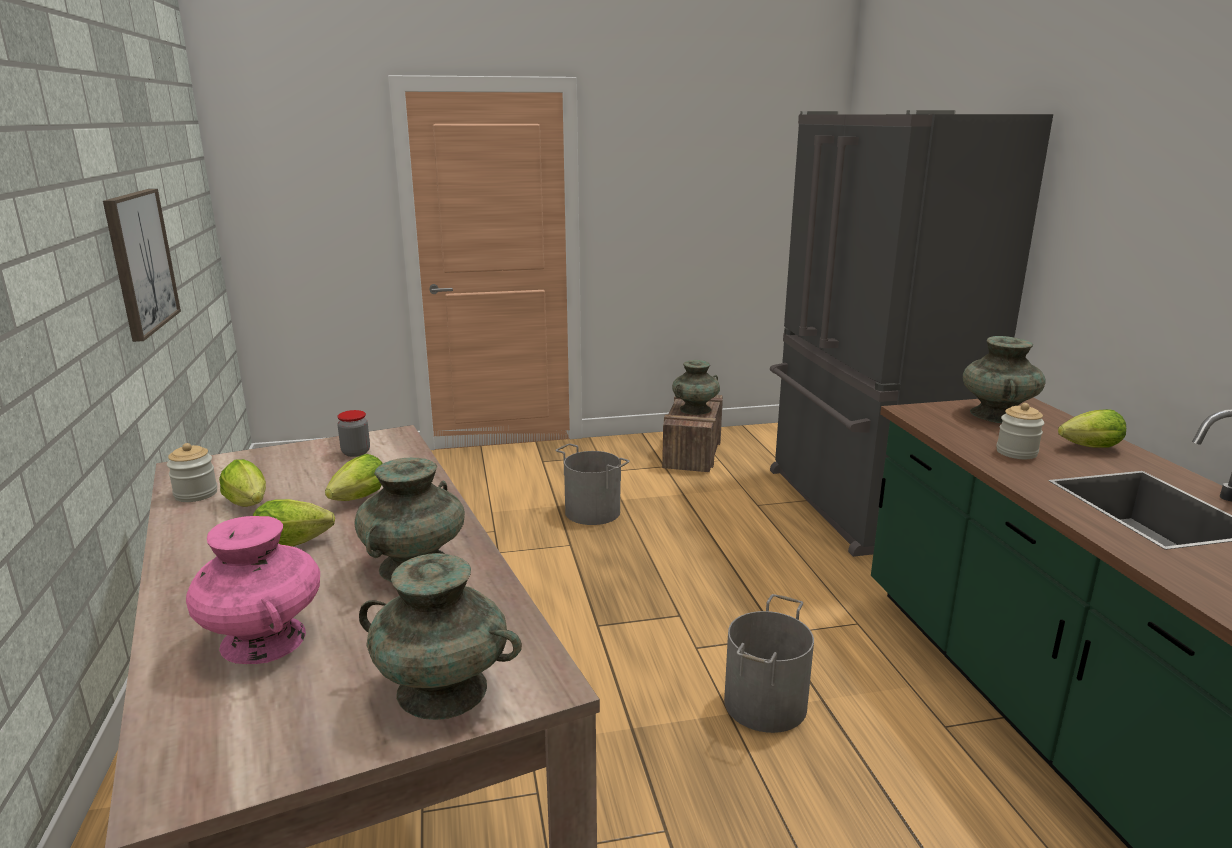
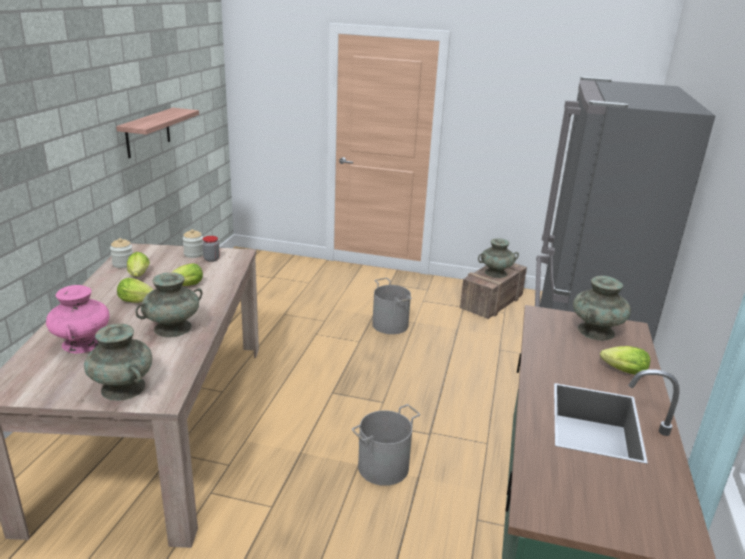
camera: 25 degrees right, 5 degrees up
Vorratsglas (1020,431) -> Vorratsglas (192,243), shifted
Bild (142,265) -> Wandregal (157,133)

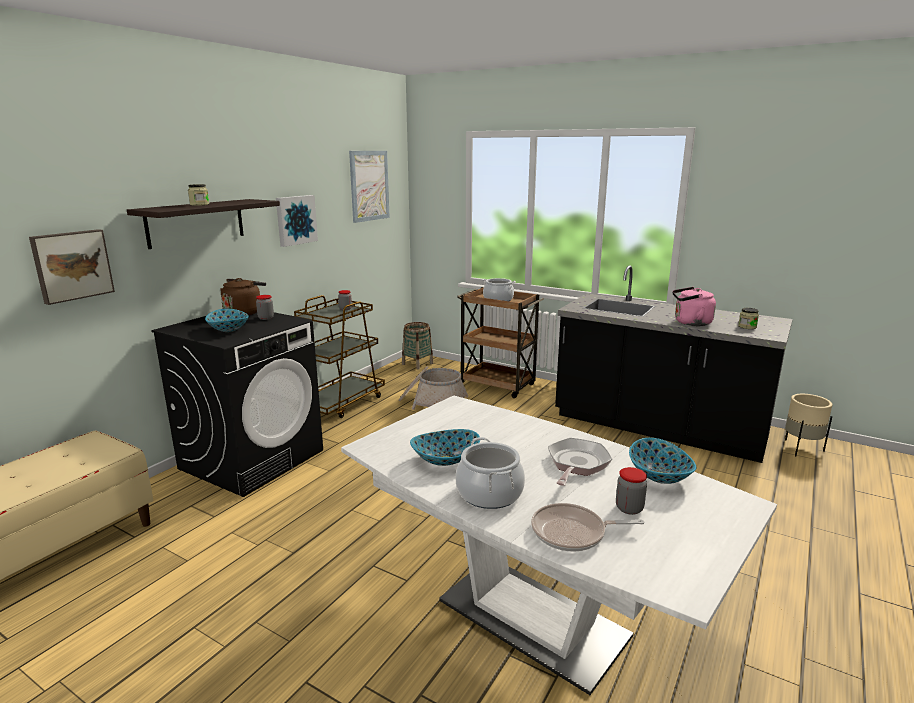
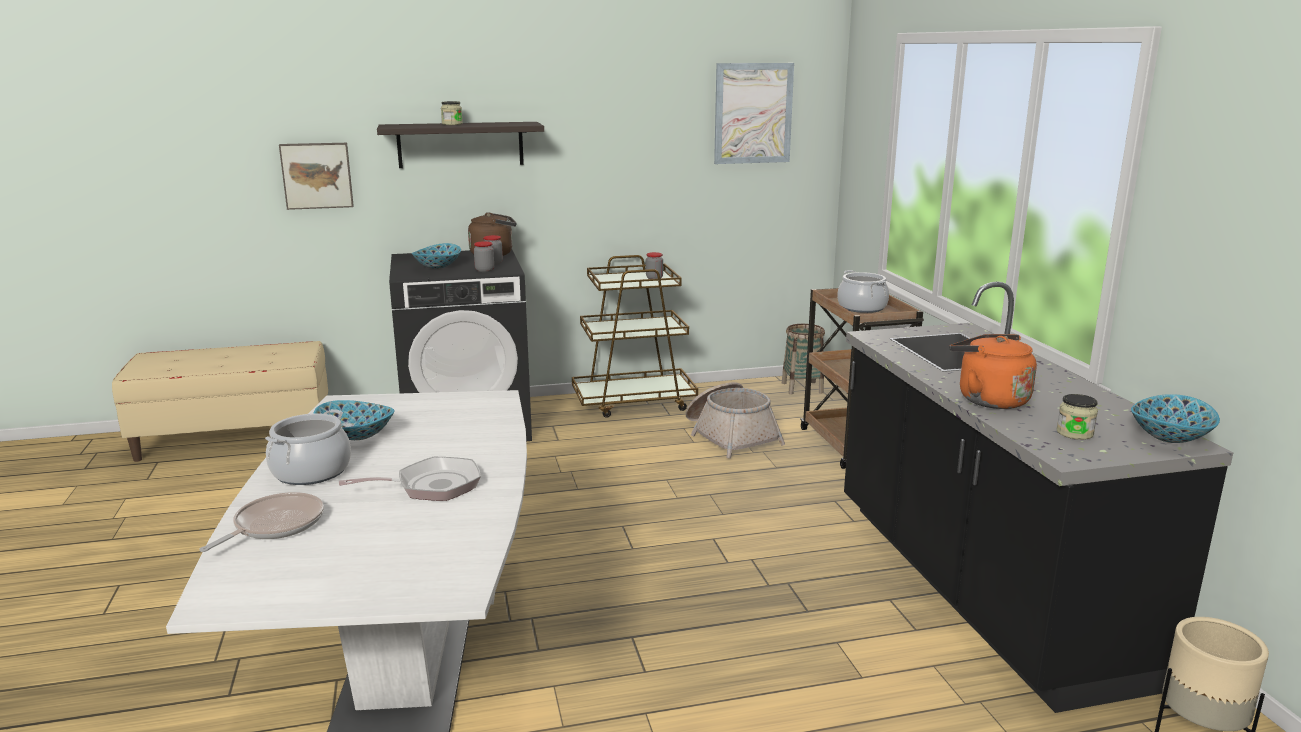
camera: 45 degrees right, 0 degrees up
Bild (297,221) -> none
Vorratsglas (631,491) -> Vorratsglas (484,256), shifted
Schüssel (662,461) -> Schüssel (1175,418), shifted
Wasserkessel (rosa) (694,306) -> Wasserkessel (orange) (993,371)
Pfanne (587,527) -> Pfanne (261,522), 75 degrees clockwise

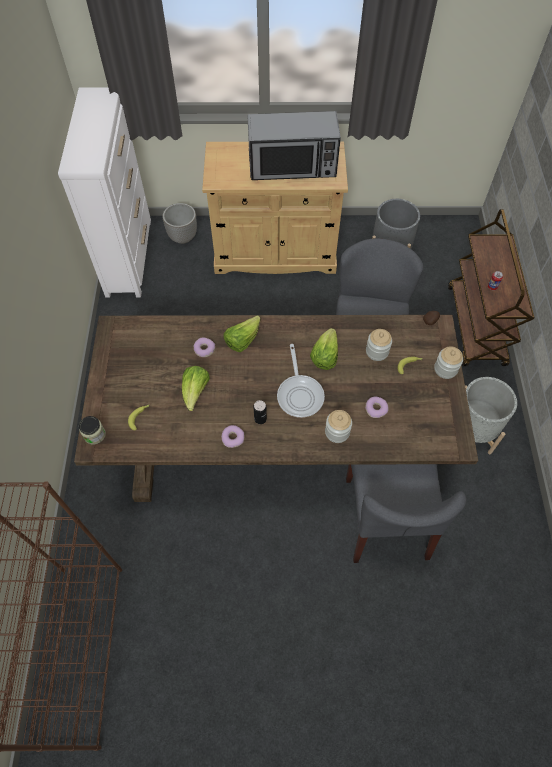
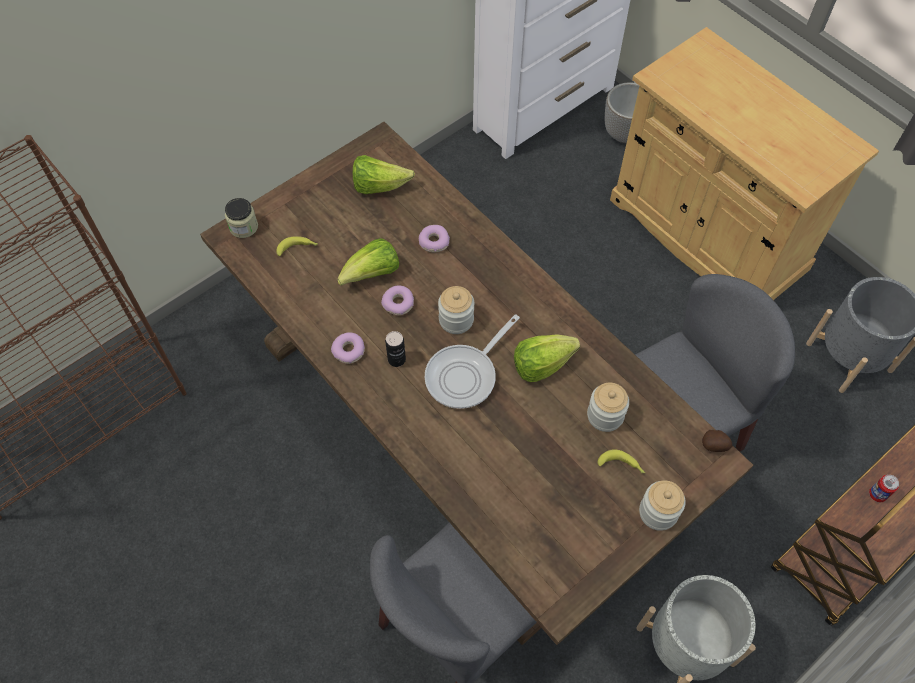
camera: 50 degrees right, 0 degrees up
Mikrowelle (294,145) -> none
Salatkopf (242,333) -> Salatkopf (384,174), shifted
Vorratsglas (338,426) -> Vorratsglas (456,310), shifted
Donut (377,407) -> Donut (397,300), shifted

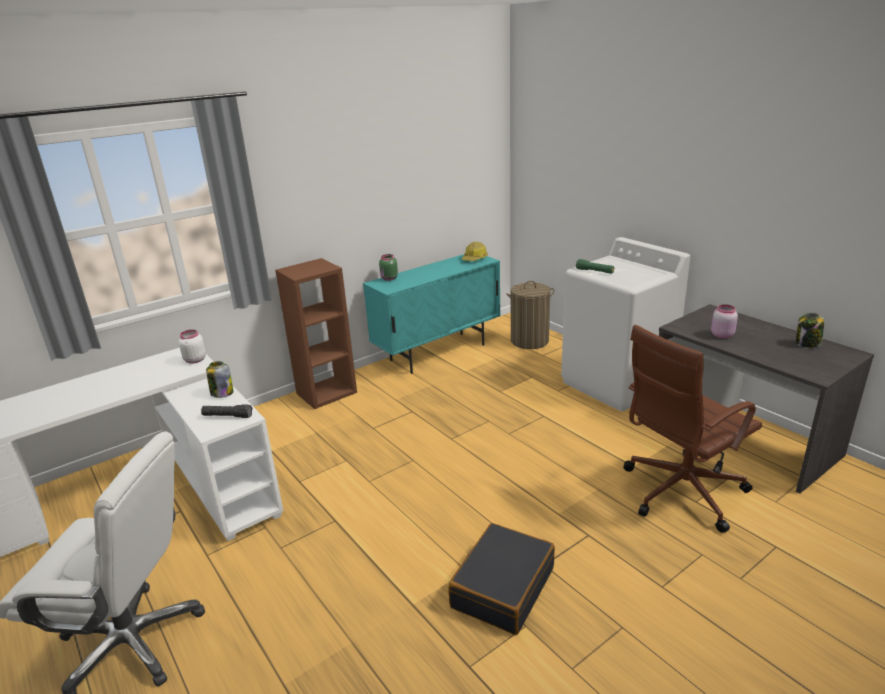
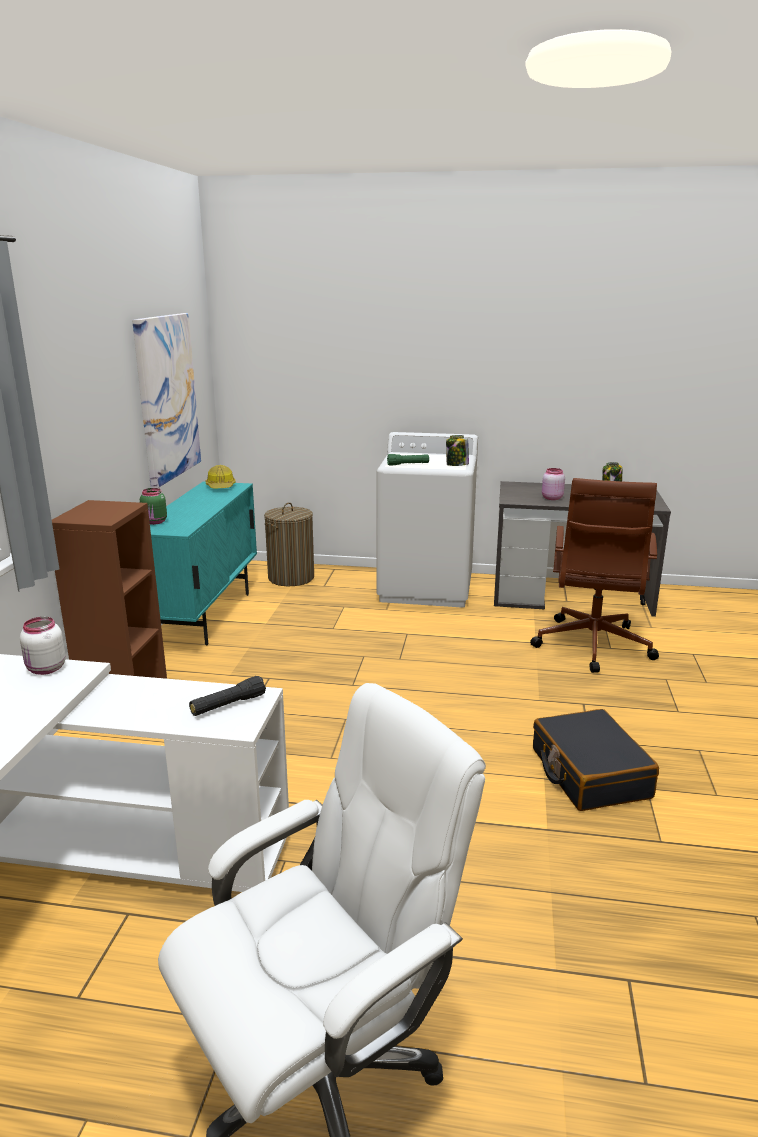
camera: 45 degrees left, 5 degrees down
none -> Bild (166,400)
Vorratsglas (219,379) -> Vorratsglas (457,450), shifted

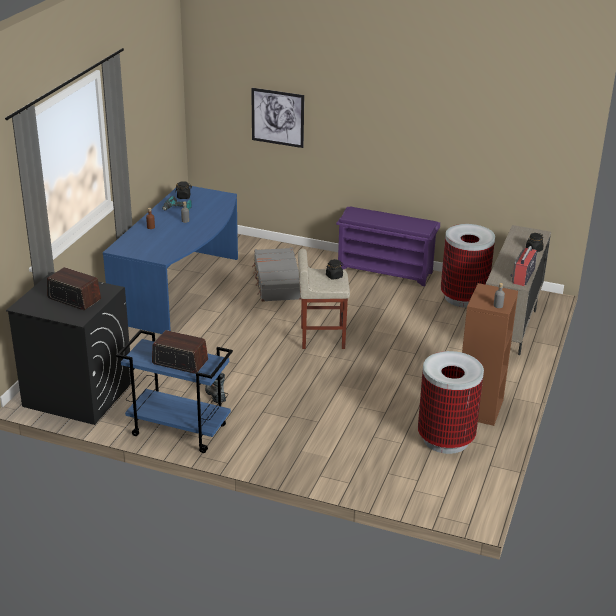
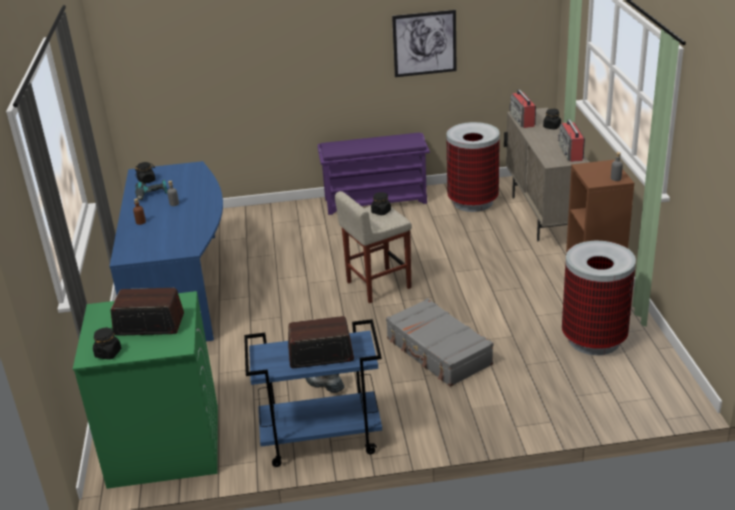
camera: 25 degrees left, 0 degrees up
none -> Vorratsglas (schwarz) (107,343)
none -> Radio (522,109)
Bild (277,118) -> Bild (424,43), shifted
Koffer (grau) (276,275) -> Koffer (grau) (440,342), shifted
Waschmaschine (schwarz) (68,348) -> Waschmaschine (grün) (145,390)

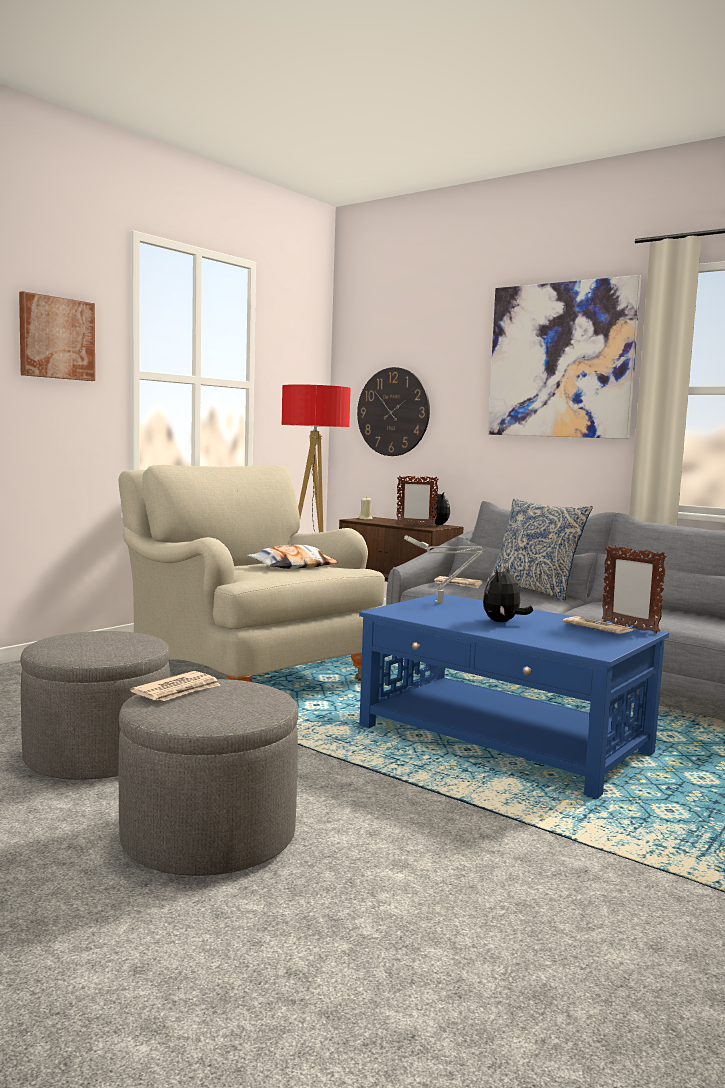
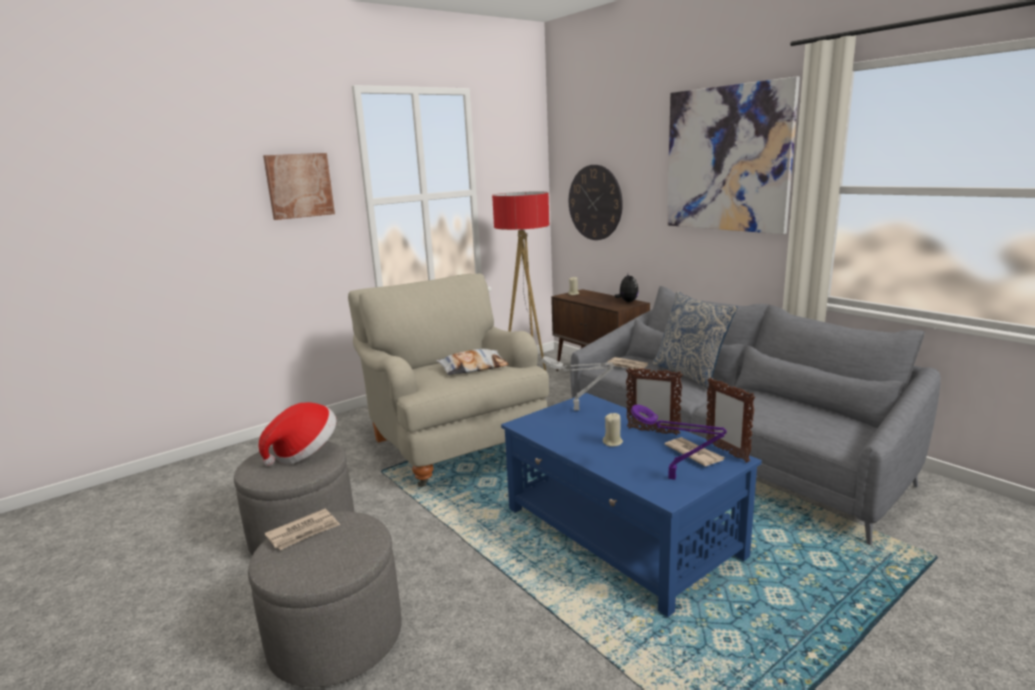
camera: 15 degrees right, 10 degrees up
none -> Hut (298,434)
none -> Tischlampe (lila) (679,442)
Bilderrahmen (417,501) -> Bilderrahmen (654,401), shifted
Plüschtier (508,594) -> Kerze (beige) (613,429)

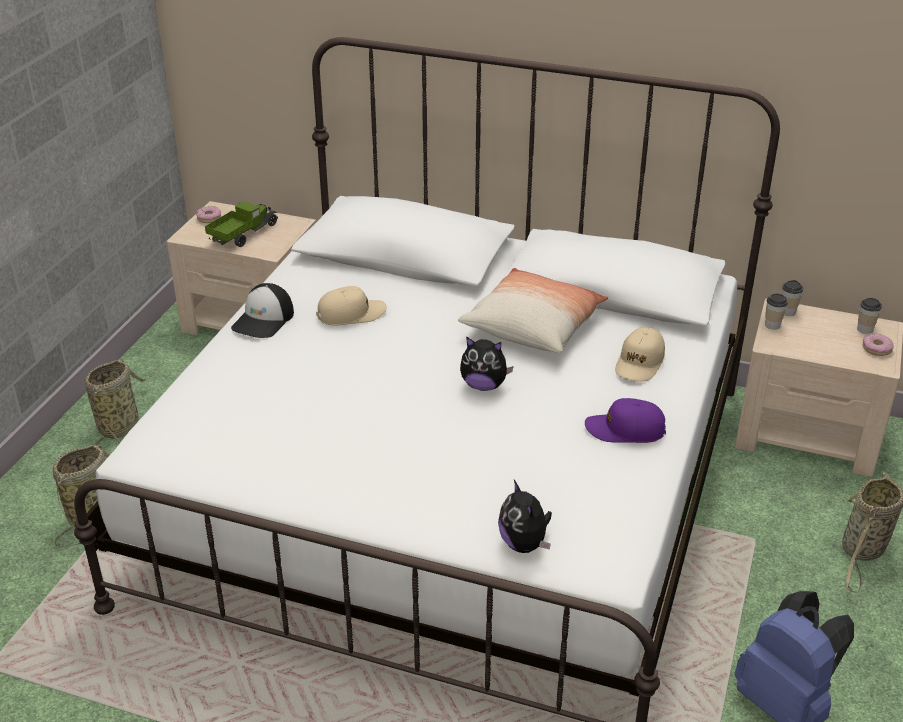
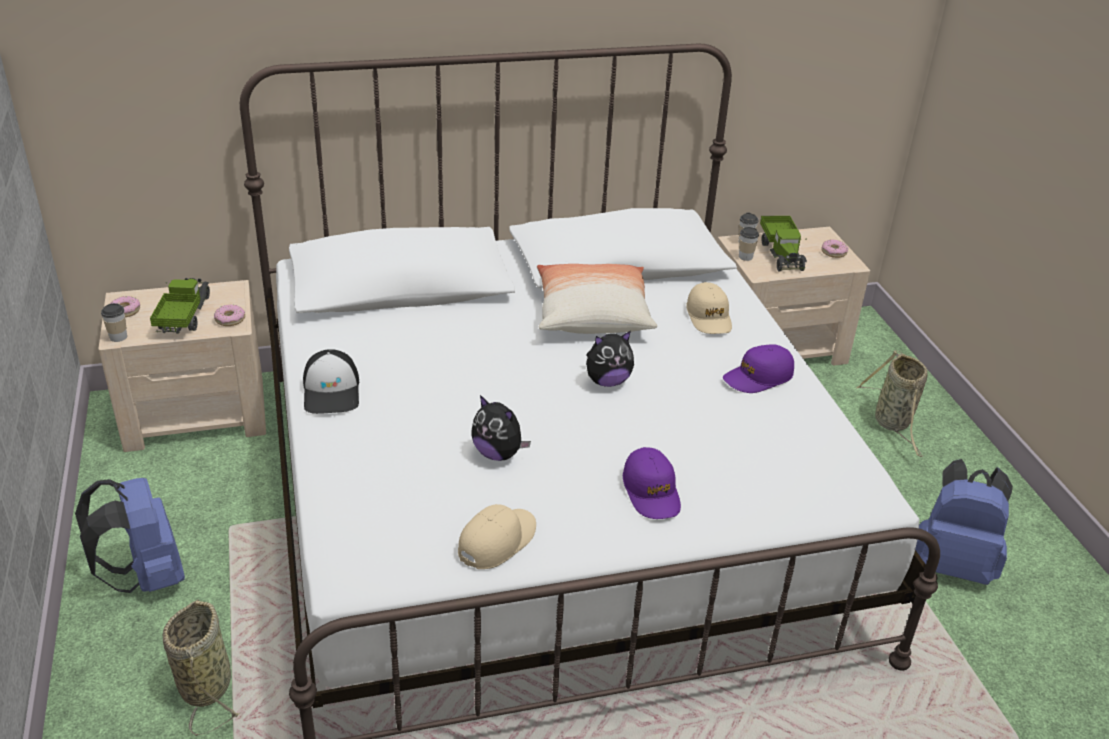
camera: 35 degrees left, 0 degrees up
none -> Donut (229,315)
none -> Kappe (lila) (652,483)
none -> Spielzeuglaster (783,243)
Kappe (beige) (351,305) -> Kappe (beige) (497,536), shifted
Plüschtier (525,516) -> Plüschtier (501,428), shifted
Tasse (869,316) -> Tasse (114,322), shifted
Korb (116,406) -> Rucksack (blau) (130,535)

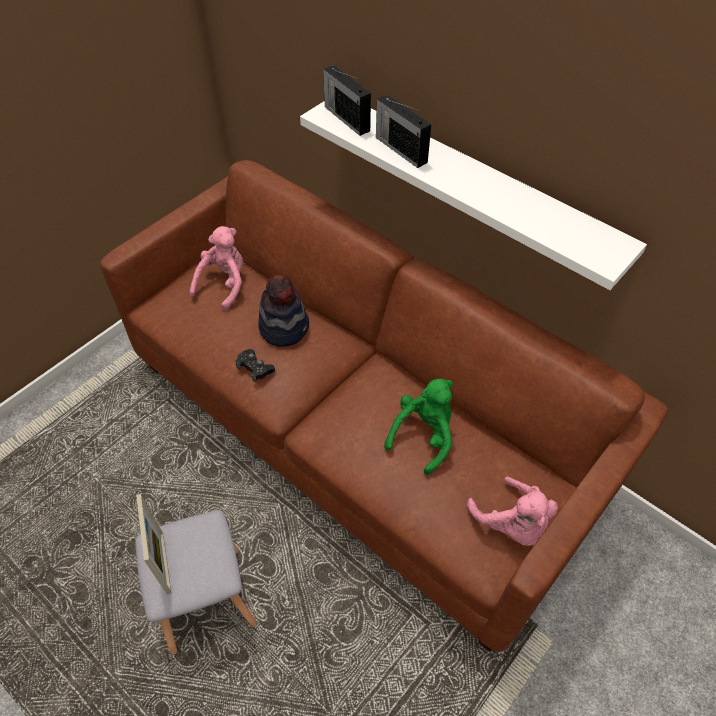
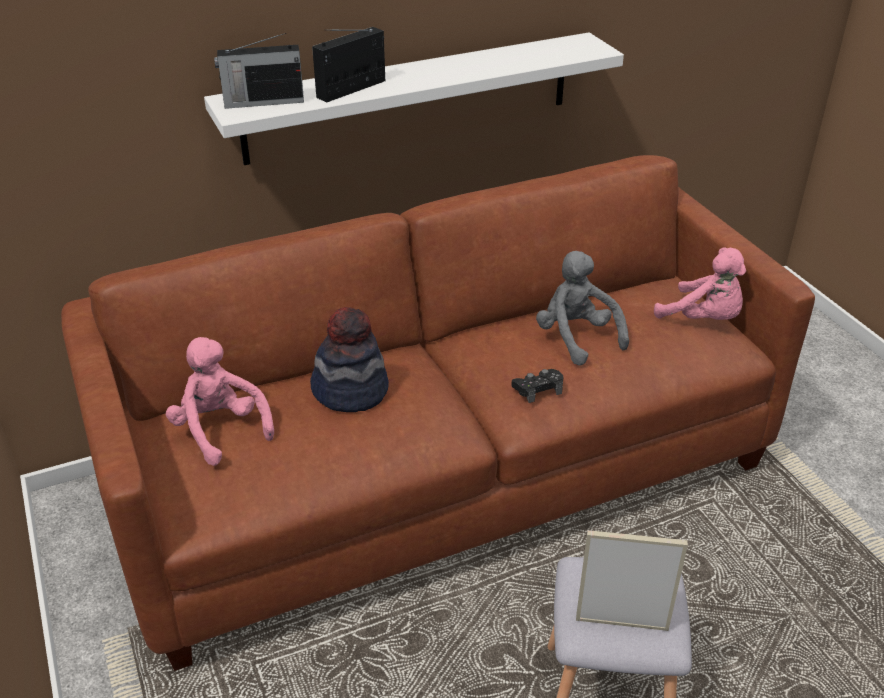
camera: 65 degrees left, 15 degrees down
Gamepad (schwarz) (255,366) -> Gamepad (schwarz) (537,386), shifted
Plüschtier (grün) (418,427) -> Plüschtier (grau) (582,308)
Radio (403,131) -> Radio (348,65), 150 degrees clockwise
Plüschtier (rosa) (512,511) -> Plüschtier (rosa) (700,283), 45 degrees clockwise

